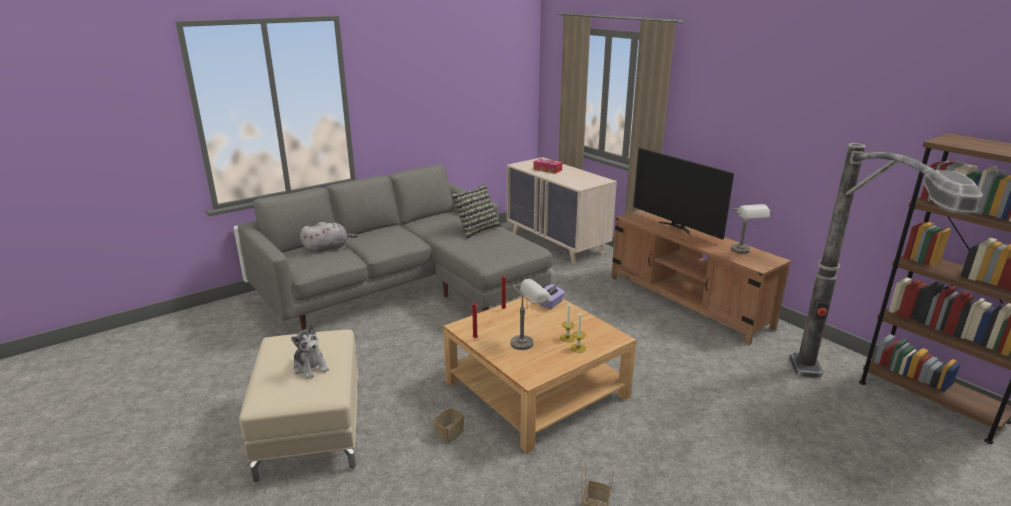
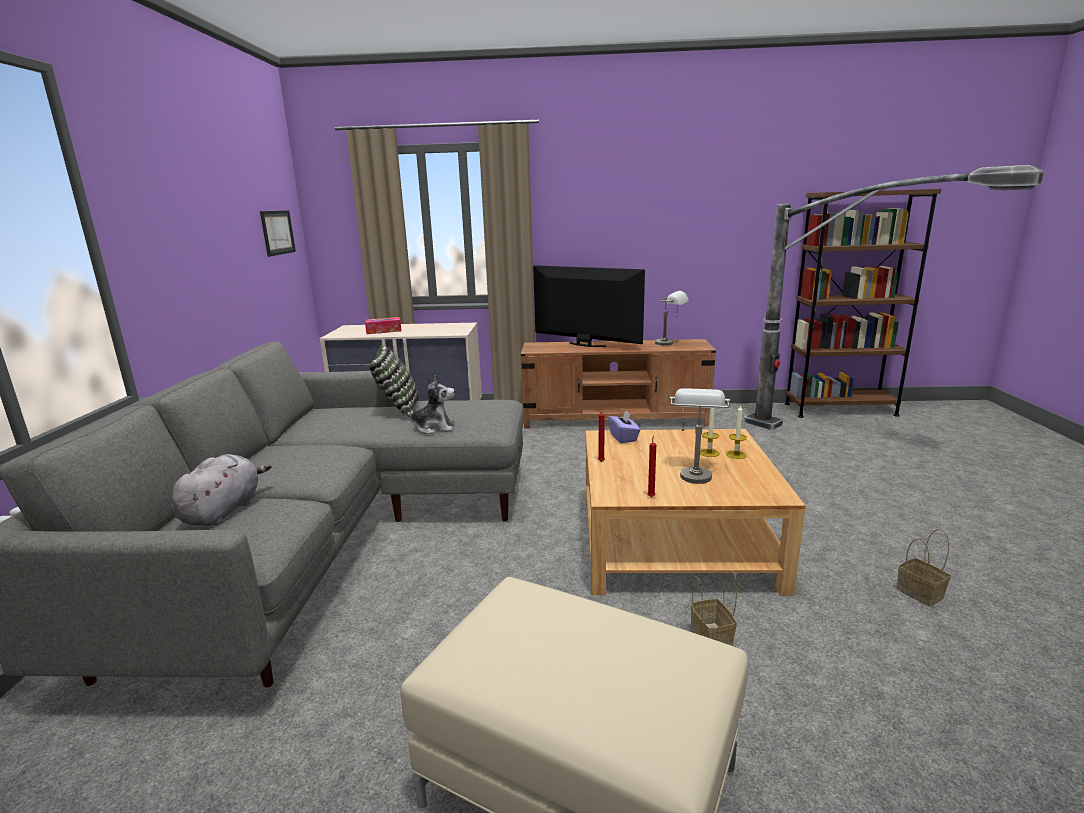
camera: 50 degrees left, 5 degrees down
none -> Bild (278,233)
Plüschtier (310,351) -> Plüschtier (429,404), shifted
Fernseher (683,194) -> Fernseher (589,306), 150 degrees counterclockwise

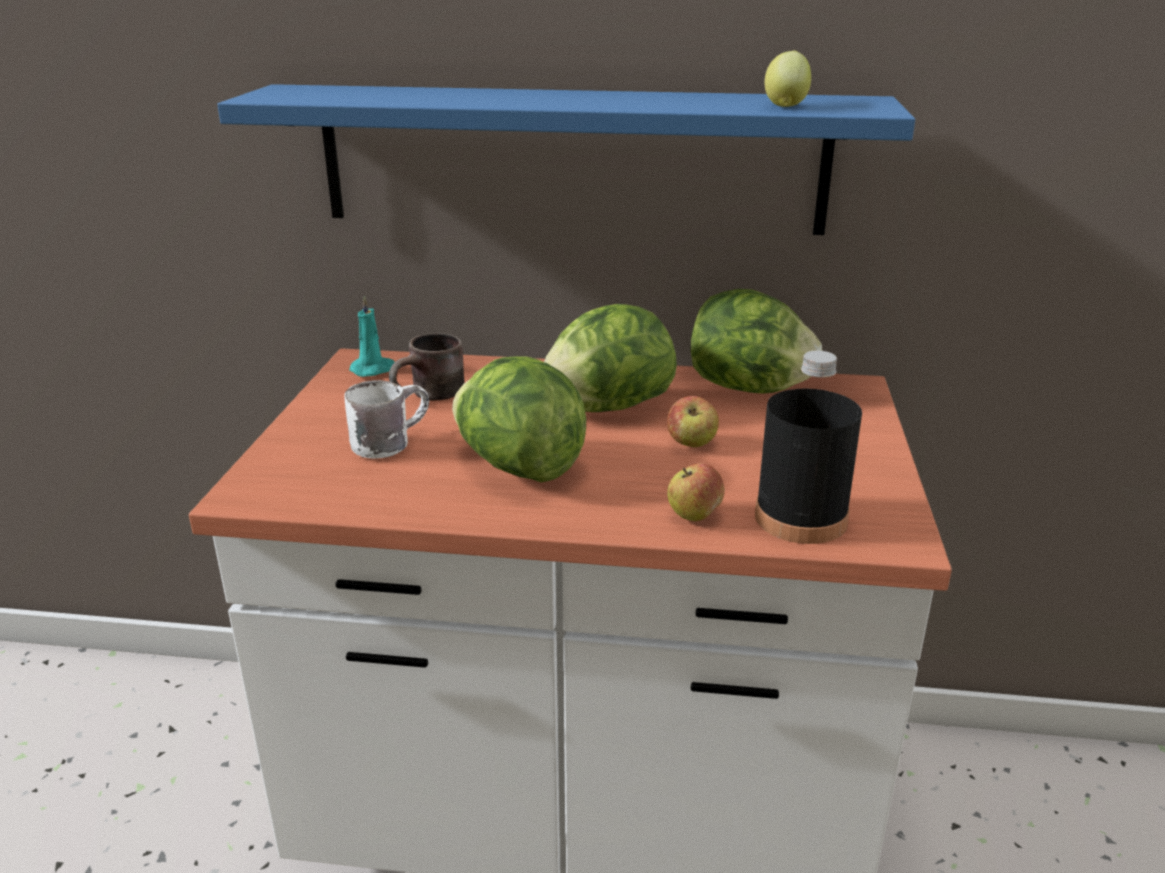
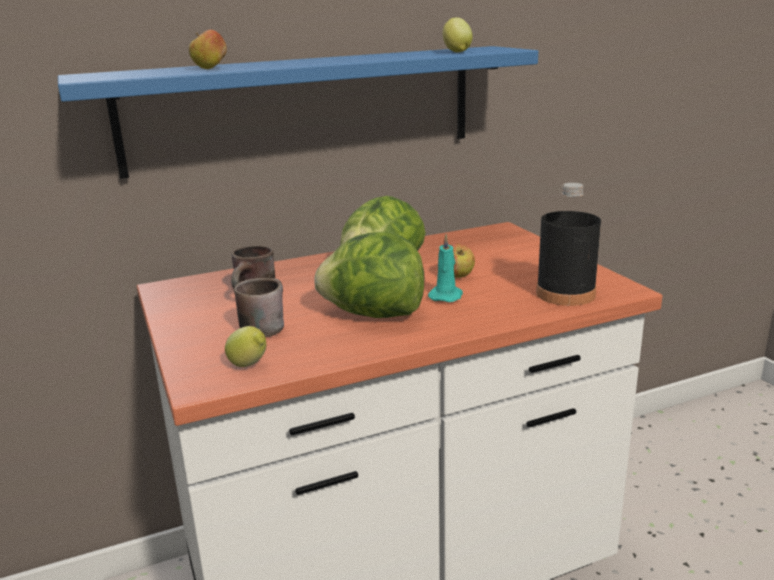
camera: 30 degrees left, 5 degrees down
Salatkopf (756,341) -> none
none -> Zitrone (245,346)
Kerze (türkis) (372,336) -> Kerze (türkis) (445,268), shifted
Apfel (696,492) -> Apfel (208,49), shifted
Henkelbecher (weiß) (386,419) -> Henkelbecher (braun) (259,308)

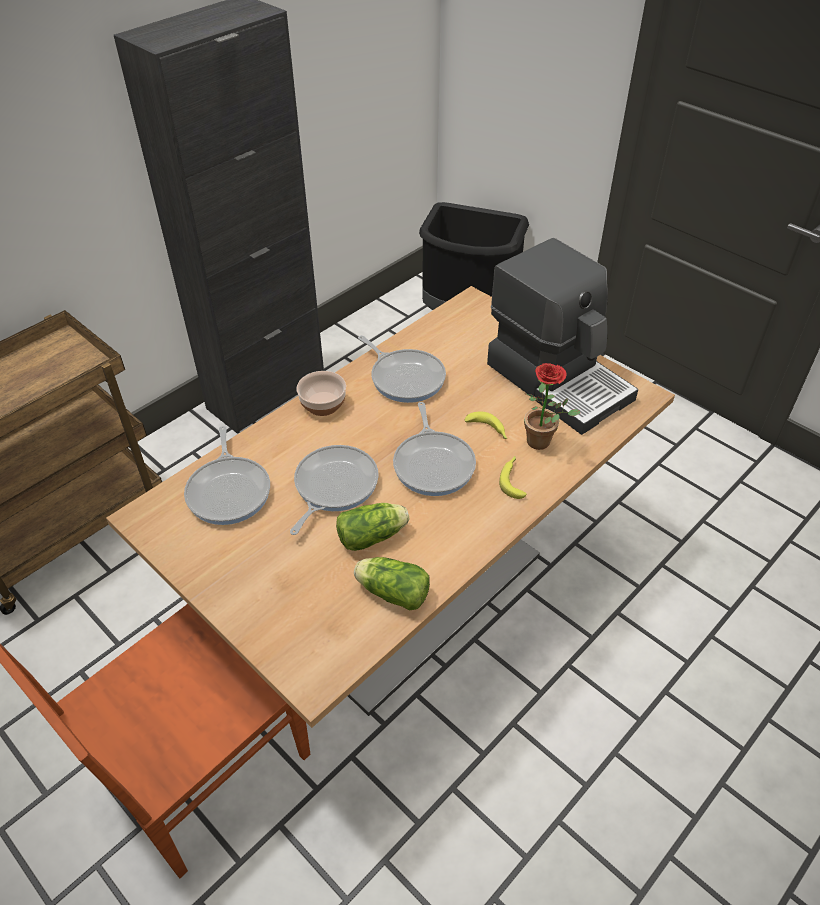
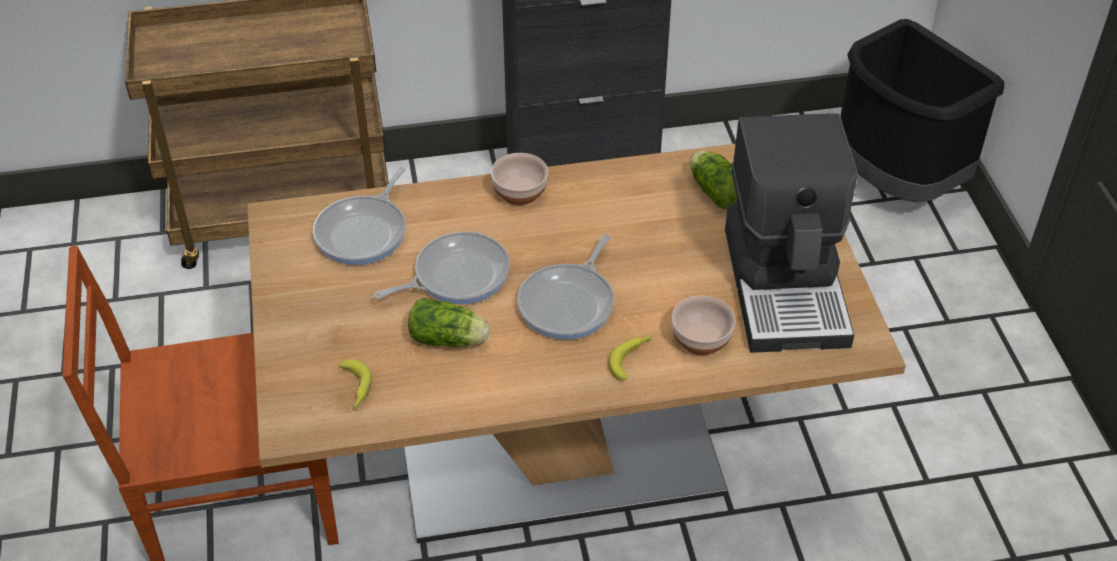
camera: 35 degrees right, 0 degrees up
Pfanne (402,369) -> none
Salatkopf (392,583) -> Salatkopf (713,180), shifted
Banane (486,425) -> Banane (355,384), shifted
Topfpflanze (552,406) -> Schüssel (704,325)

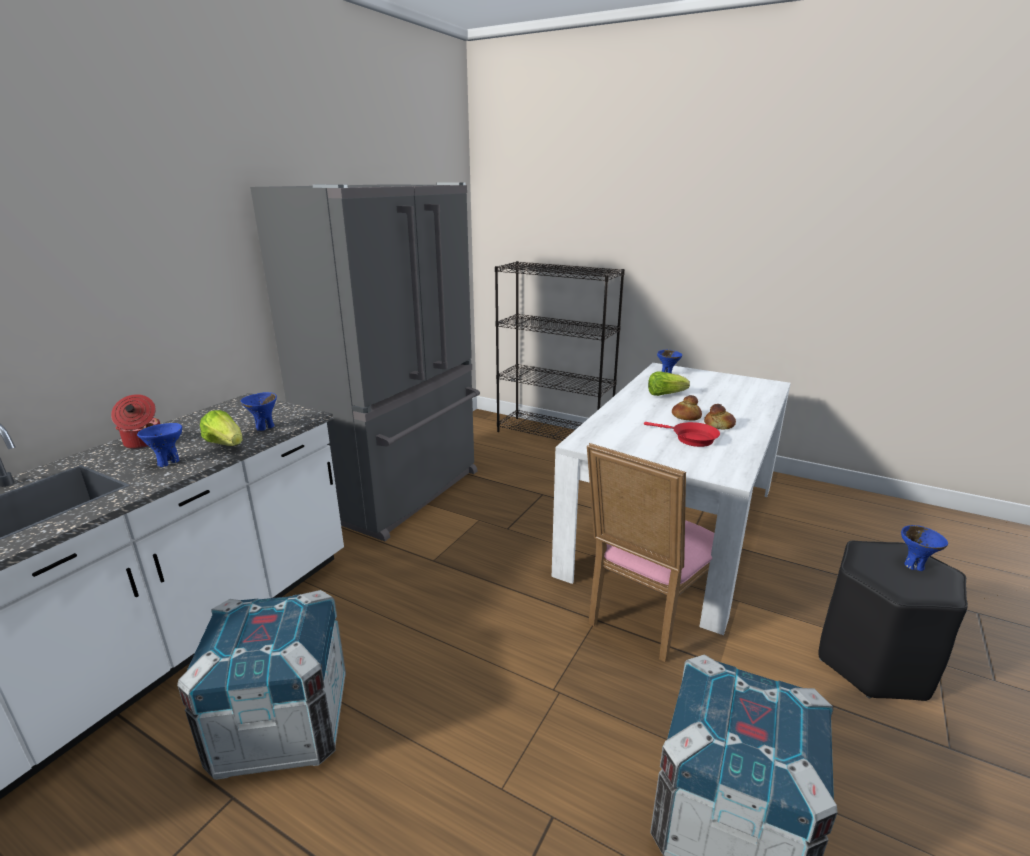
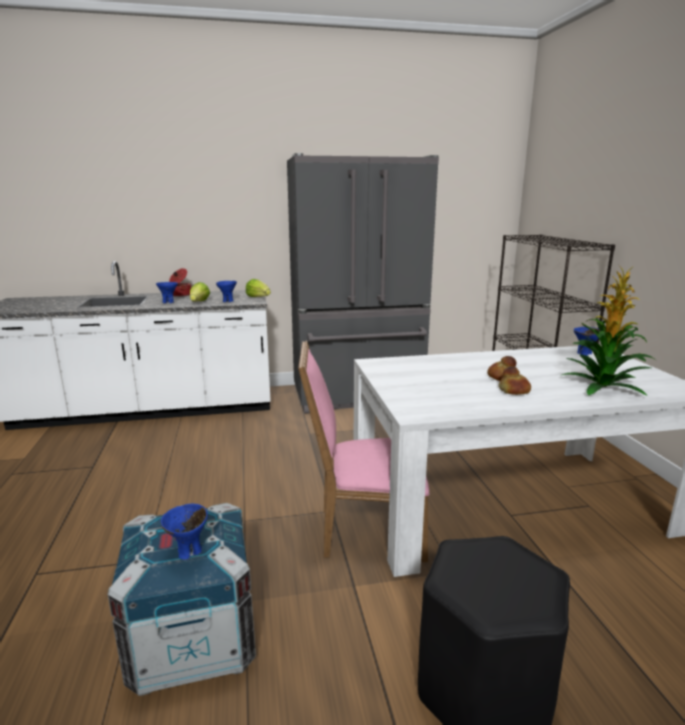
camera: 50 degrees right, 5 degrees down
Kiste (261,685) -> none
Pfanne (rot) (682,434) -> none
none -> Topfpflanze (609,331)
Salatkopf (669,383) -> Salatkopf (258,288), shifted
Schüssel (blau) (924,548) -> Schüssel (blau) (184,532), shifted

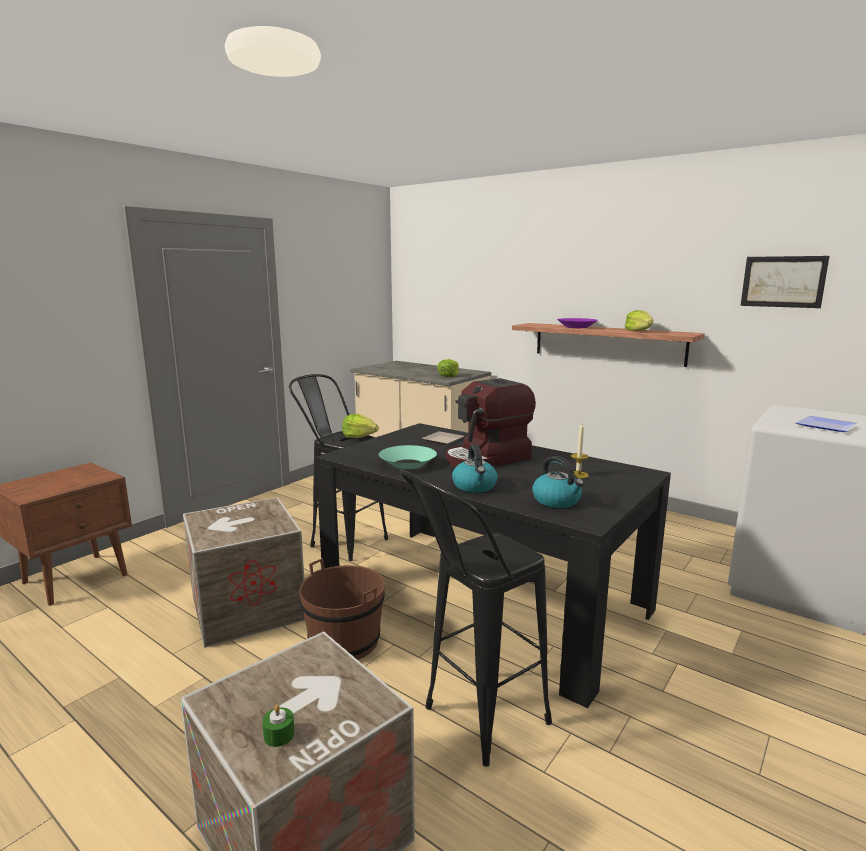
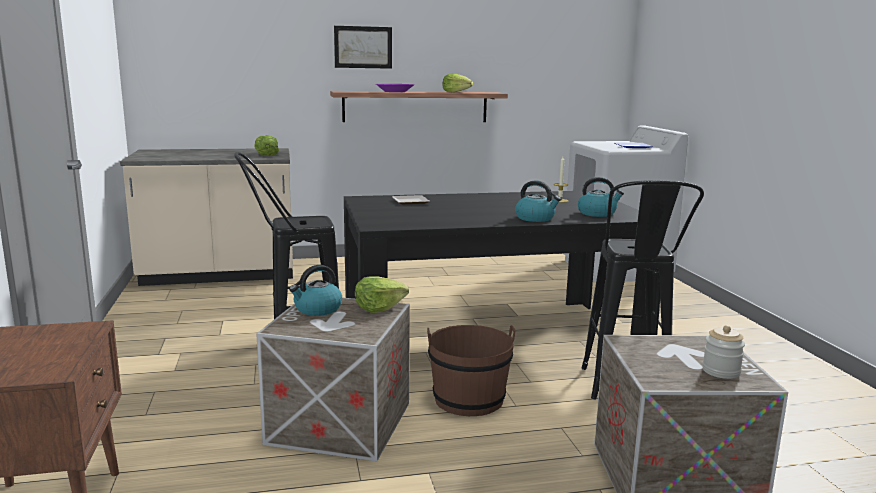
camera: 50 degrees left, 0 degrees up
Schüssel (türkis) (408,457) -> none
Kaffeemaschine (491,422) -> none
none -> Wasserkessel (315,290)
Salatkopf (360,426) -> Salatkopf (382,294), shifted
Bild (785,282) -> Bild (363,47), shifted
Kerze (grün) (278,725) -> Vorratsglas (723,352)

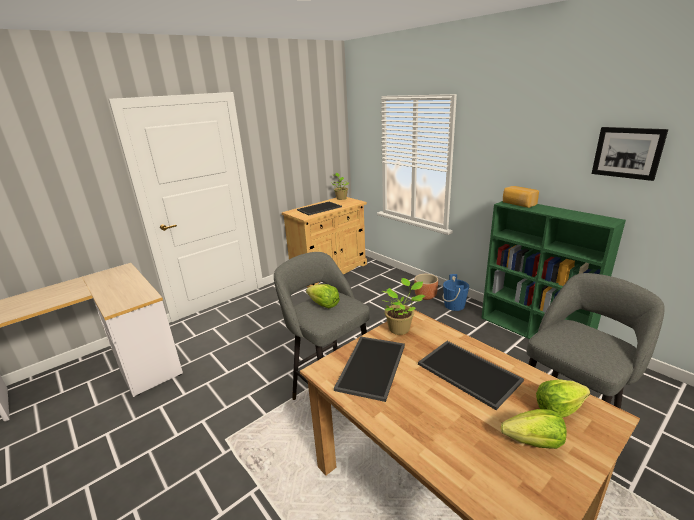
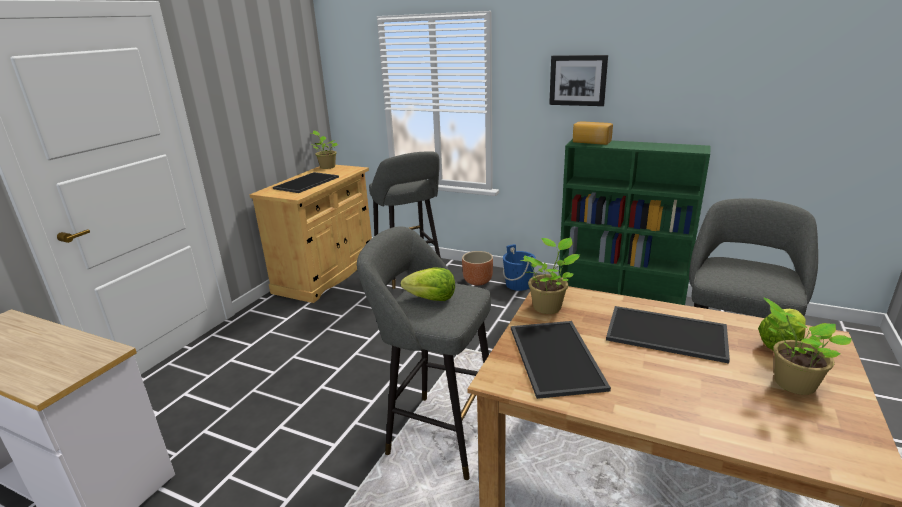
camera: 25 degrees left, 0 degrees up
none -> Hocker (grau) (405,220)
Bild (630,154) -> Bild (578,80), shifted
Salatkopf (534,429) -> Topfpflanze (808,346)

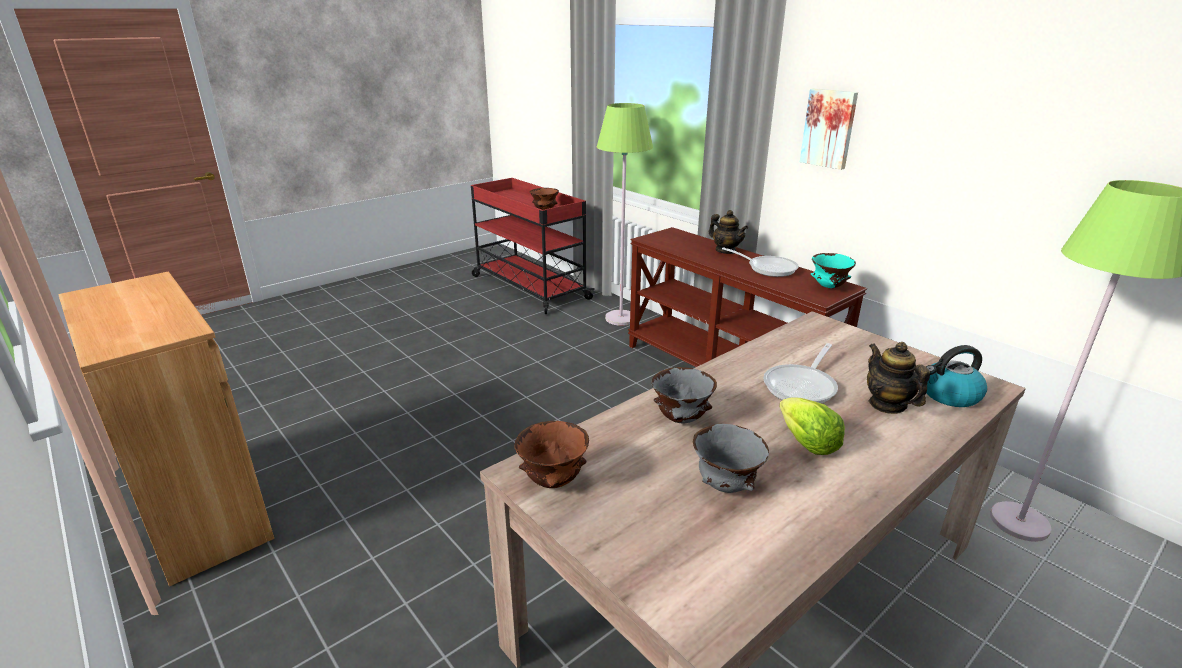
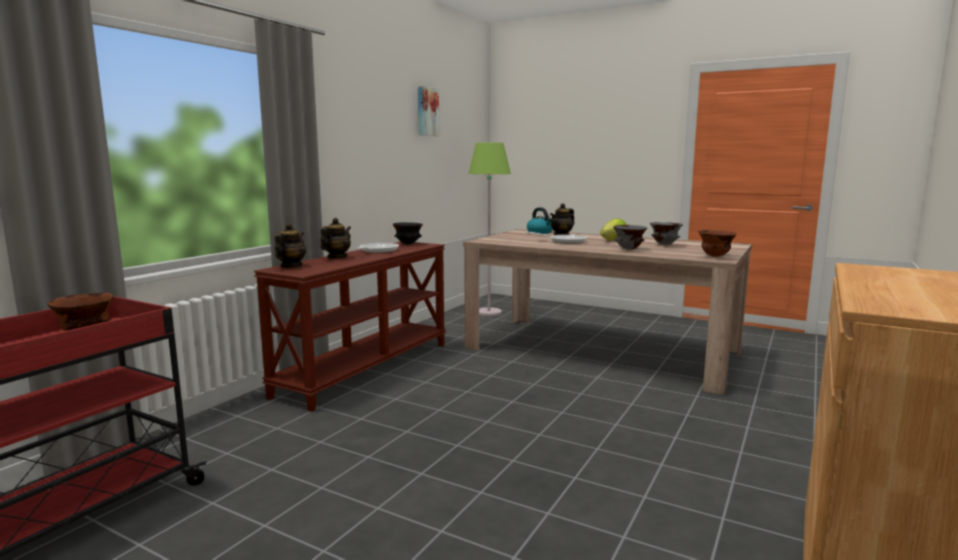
camera: 110 degrees left, 15 degrees down
Stehlampe (grün) (625,214) -> none
none -> Teekanne (290,245)
Bild (829,129) -> Bild (429,111), shifted
Schüssel (türkis) (833,270) -> Schüssel (schwarz) (408,233)

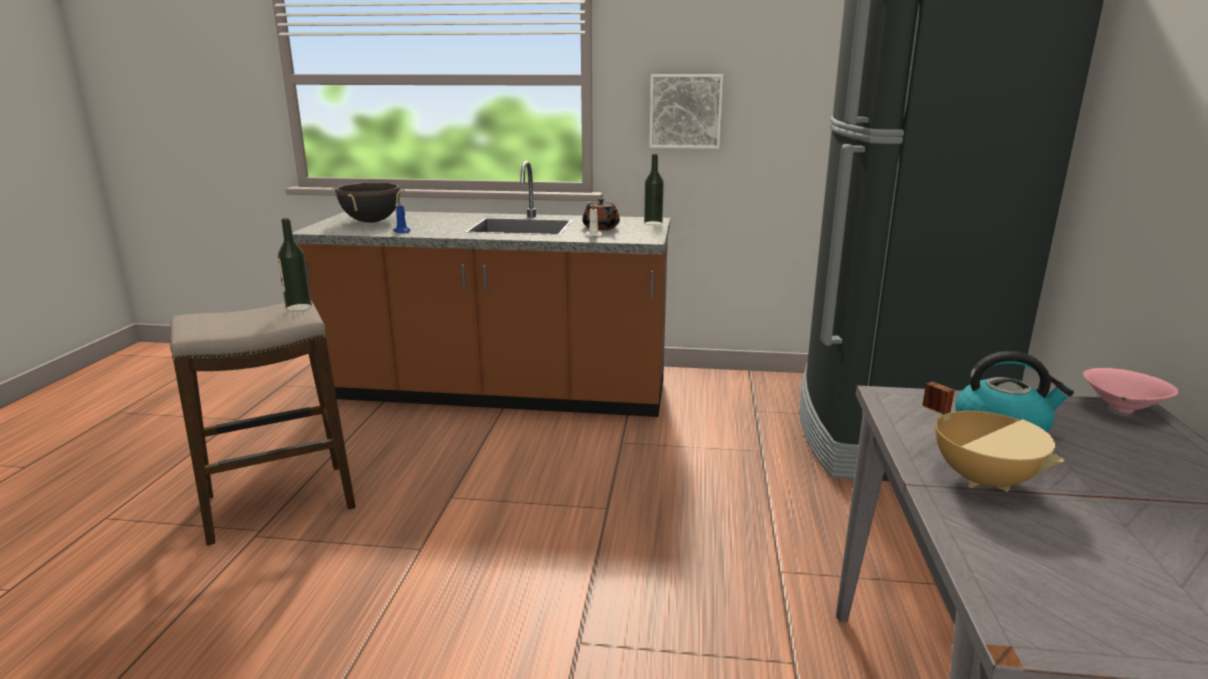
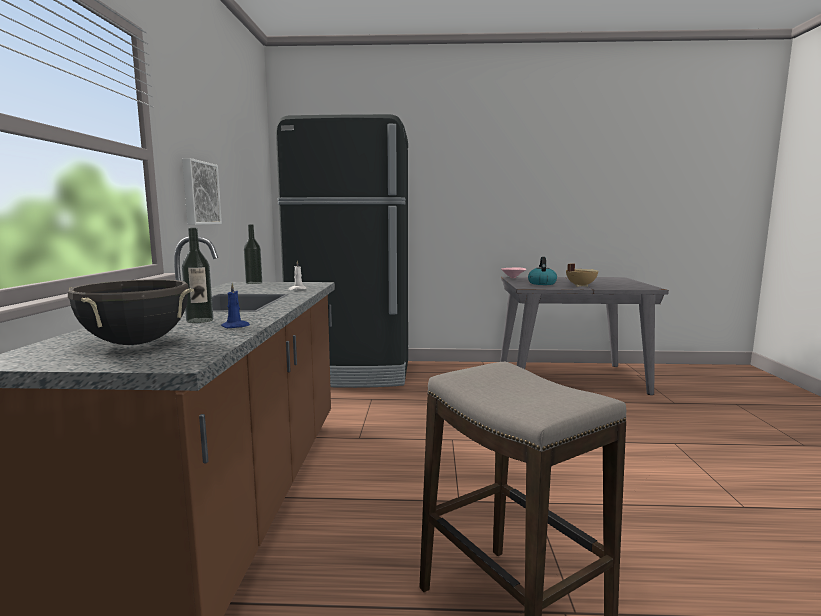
camera: 95 degrees left, 10 degrees down
Teekanne (braun) (601,214) -> none
Flasche (295,264) -> Flasche (197,275), shifted

